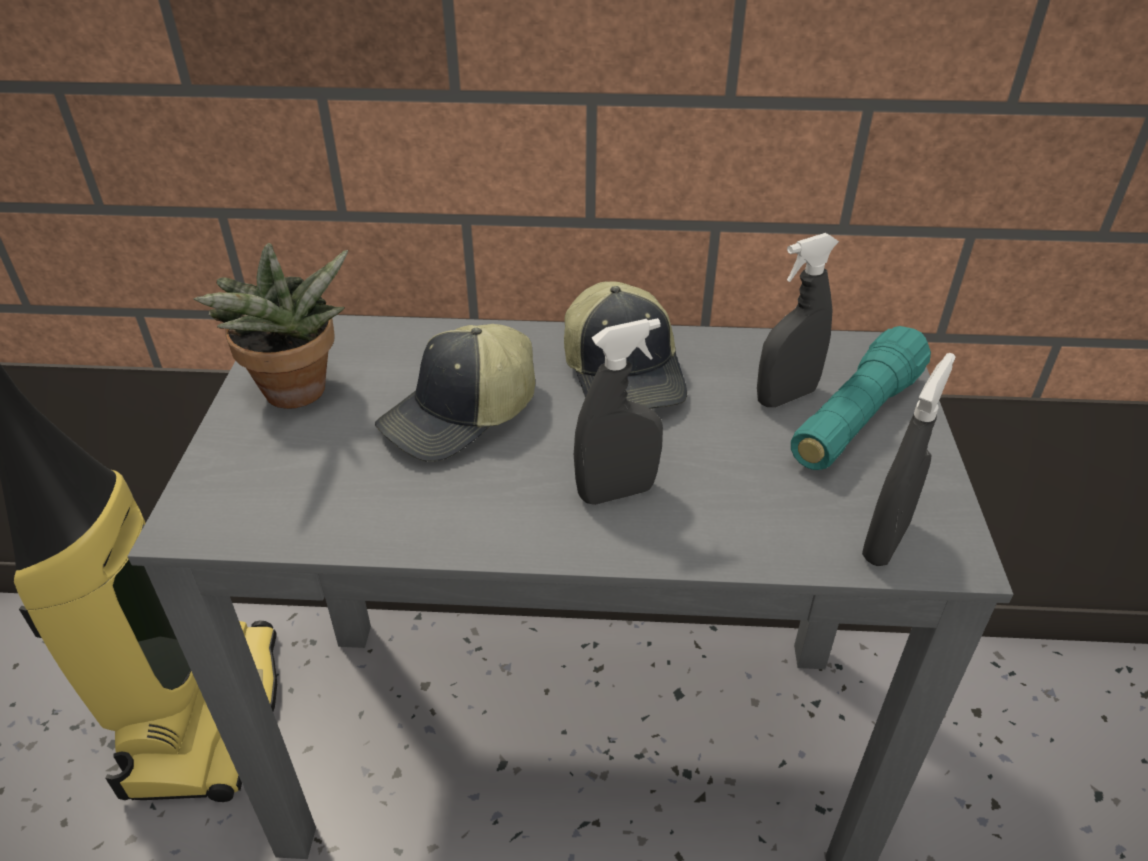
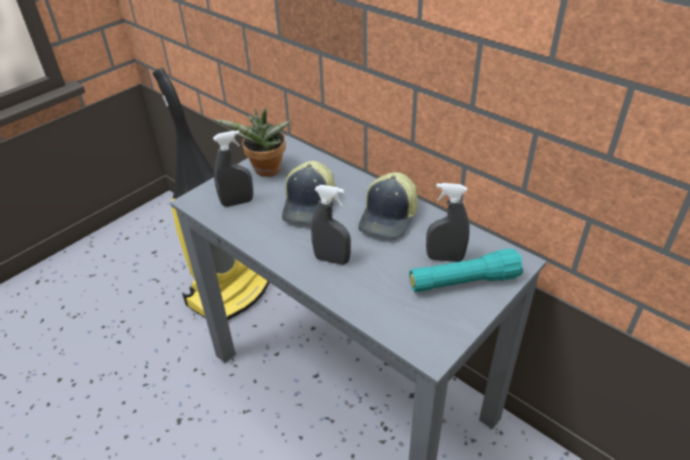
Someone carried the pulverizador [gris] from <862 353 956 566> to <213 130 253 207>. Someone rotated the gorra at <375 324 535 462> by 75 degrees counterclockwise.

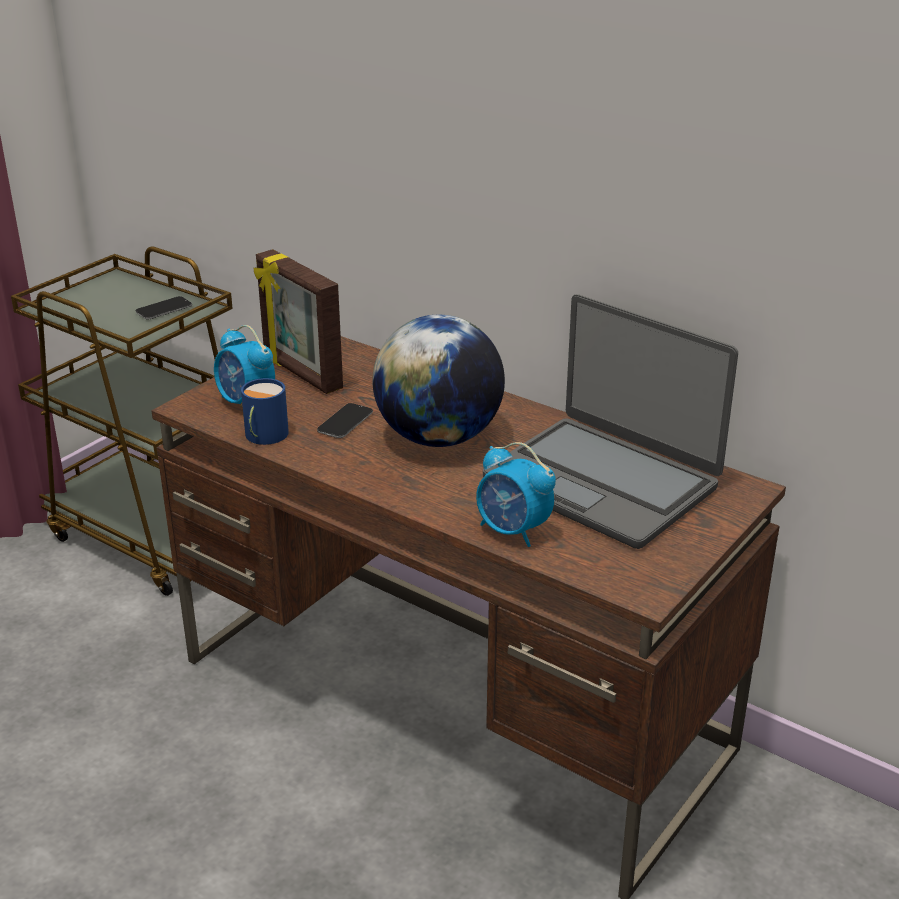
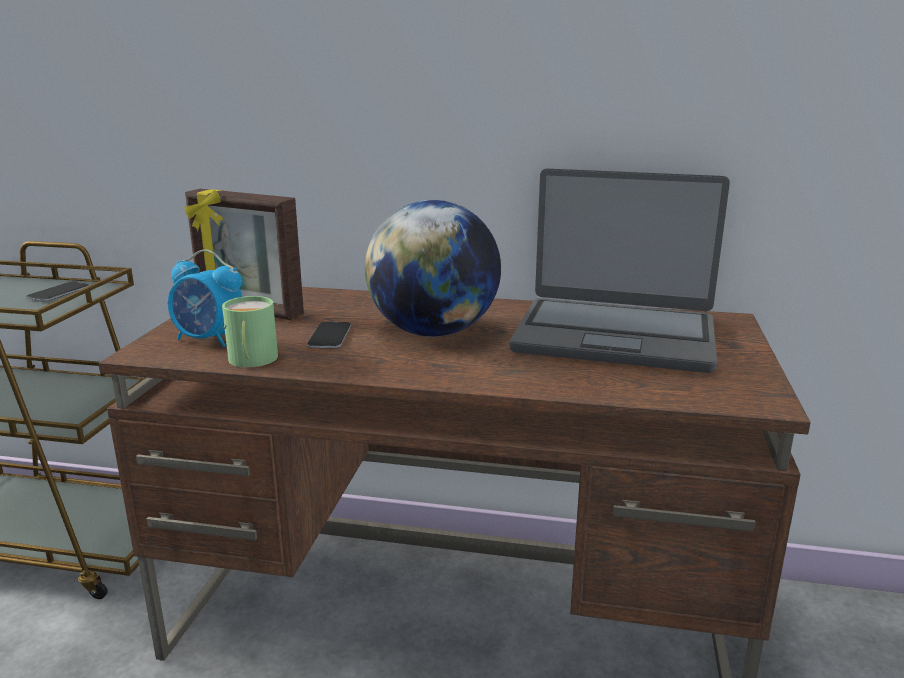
Someone repainted the taza grande [azul] at <240 378 289 445>, which became the taza grande [verde] at <222 296 278 368>. Someone took away the despertador at <476 442 556 547>.

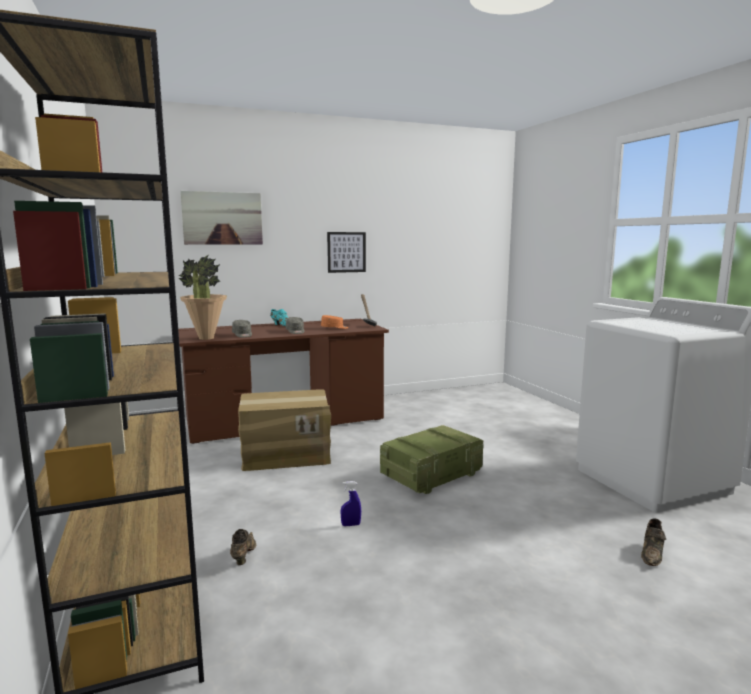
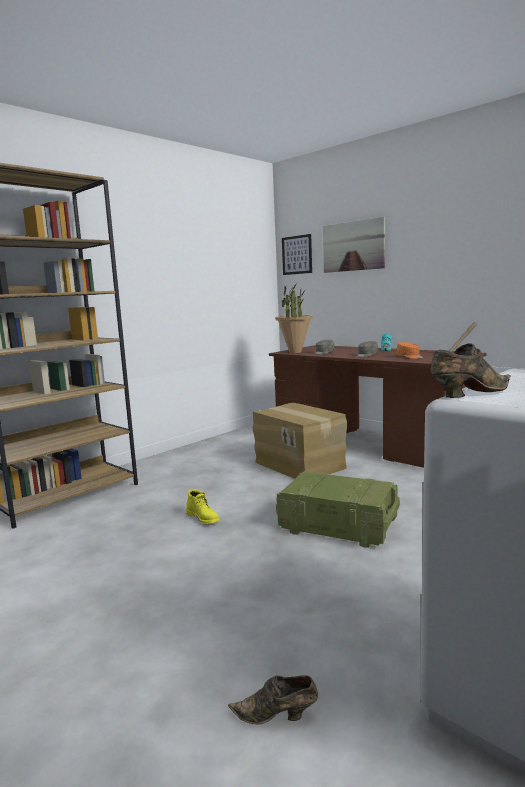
Someone swapped the pulverizador [azul] at <341 481 361 526> for the bota [amarillo] at <186 489 220 524>. Someone carried the cuadro from <327 232 366 273> to <282 234 312 275>. Someone carried the zapato [marrón] from <230 529 256 565> to <430 343 511 398>.

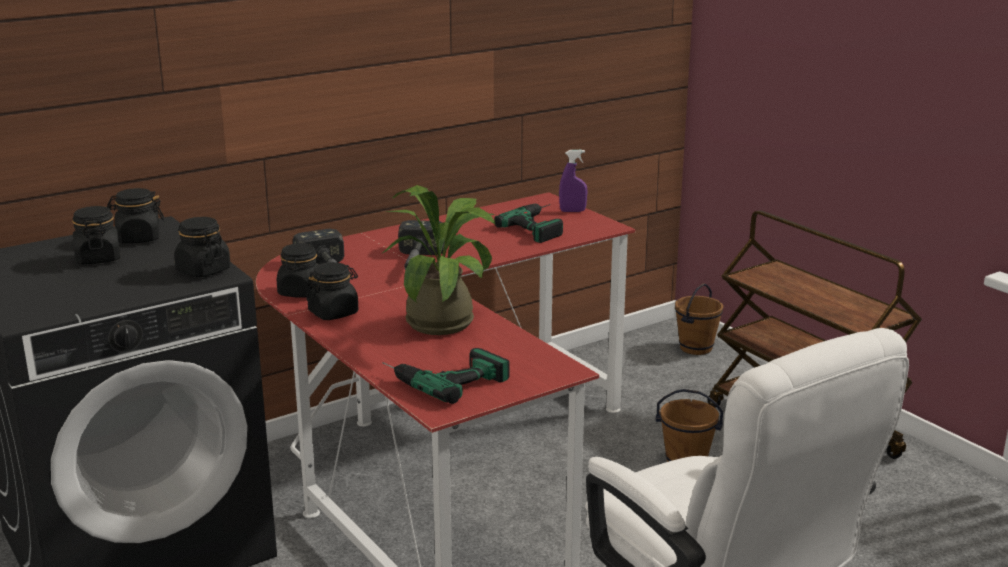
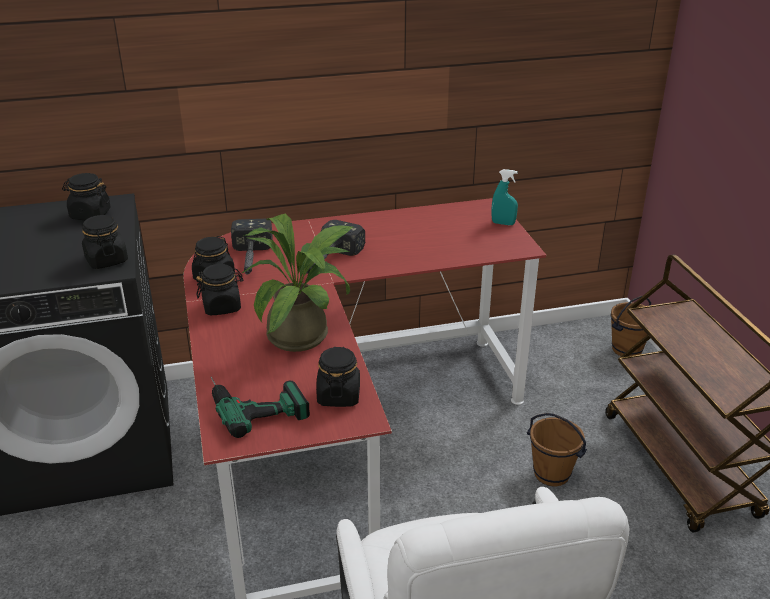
Someone carried the tarro [negro] from <72 206 120 264> to <316 347 360 407>. Someone repainted the pulverizador [morado] at <559 150 588 212>, which became the pulverizador [turquesa] at <491 169 518 225>. Someone took away the taladro at <494 203 563 243>.

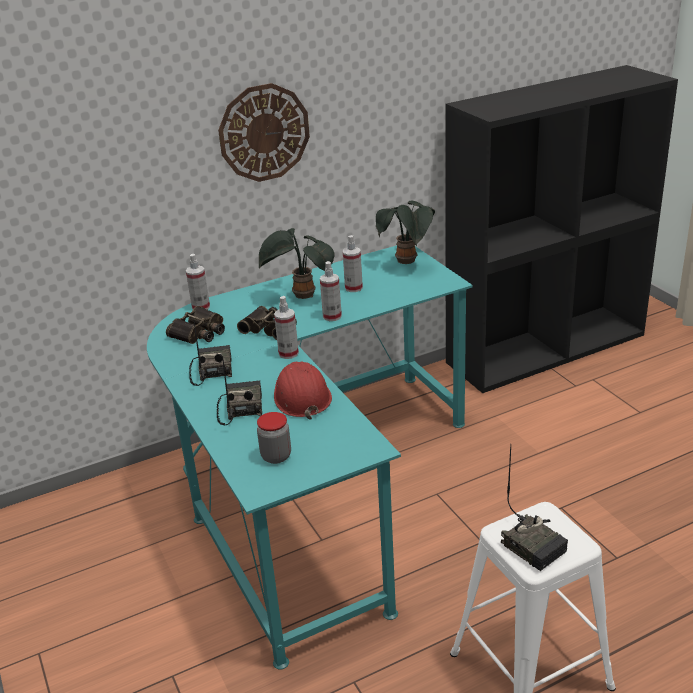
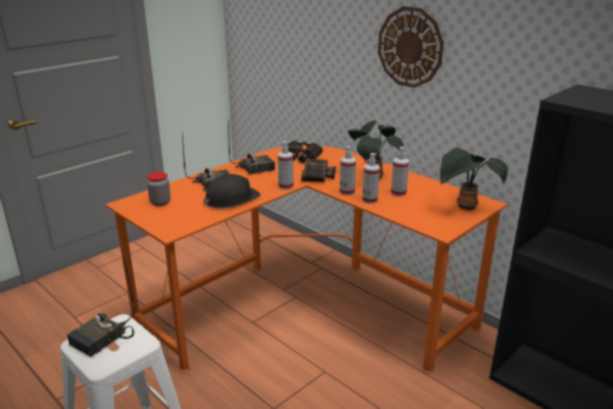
Someone repainted the escritorio [turquesa] at <147 245 473 670>, which became the escritorio [naranja] at <105 145 508 374>. Someone repainted the casco [rojo] at <274 362 332 419>, which became the casco [negro] at <203 174 261 209>. Someone carried the pulverizador from <186 254 210 310> to <362 153 380 204>.

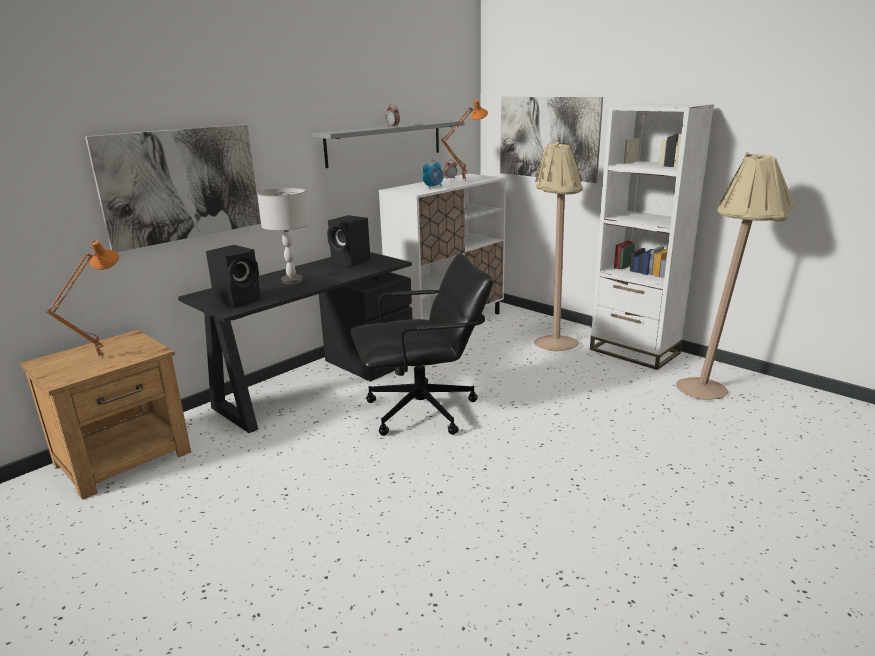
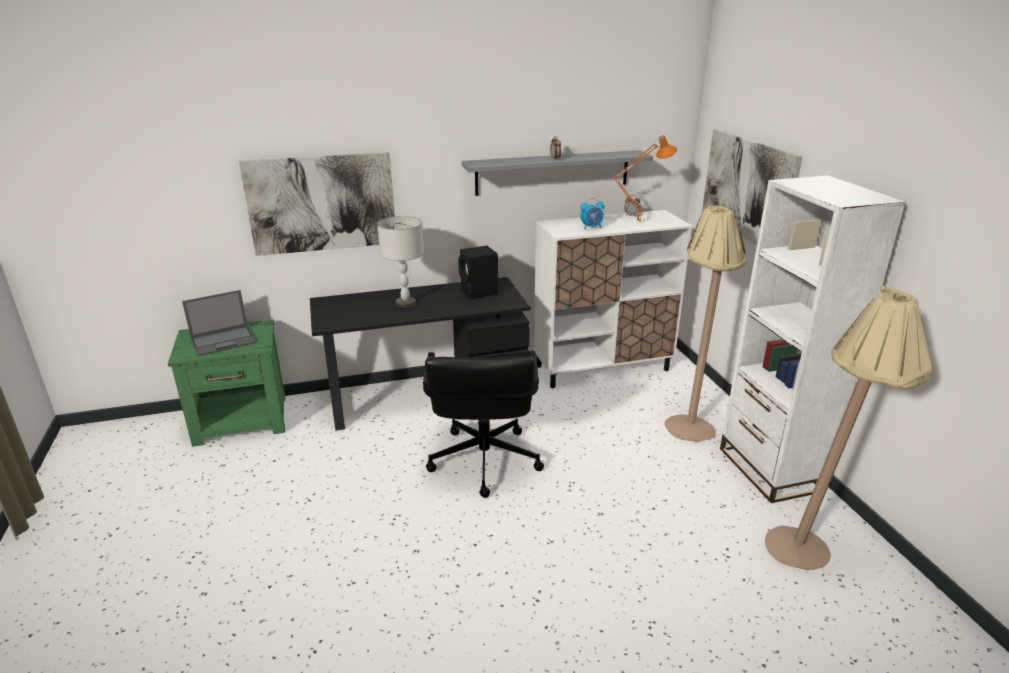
Someone repainted the mesita de noche [marrón] at <20 330 191 500>, which became the mesita de noche [verde] at <168 320 285 447>. Someone swapped the lámpara de mesa [naranja] at <46 240 119 359> for the portátil at <182 290 256 356>. Someone rotated the silla de oficina [negro] at <350 253 493 436> by 75 degrees clockwise. Someone took away the altavoz [negro] at <206 245 261 308>.

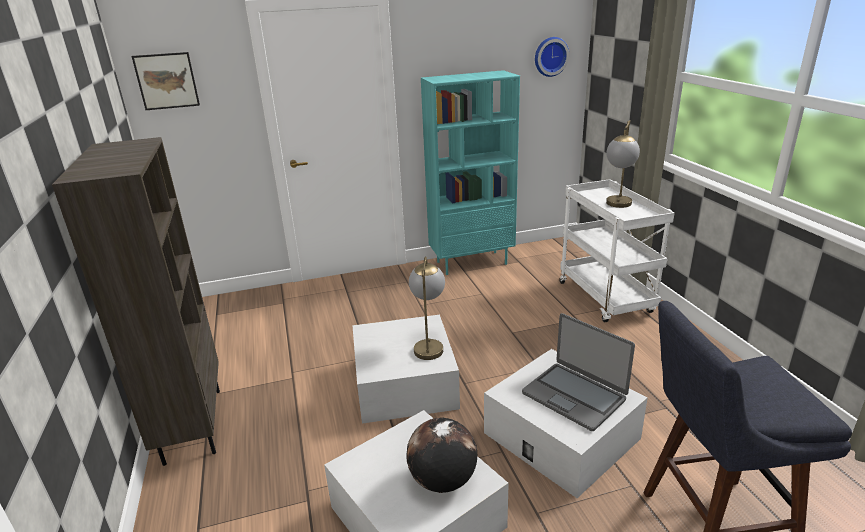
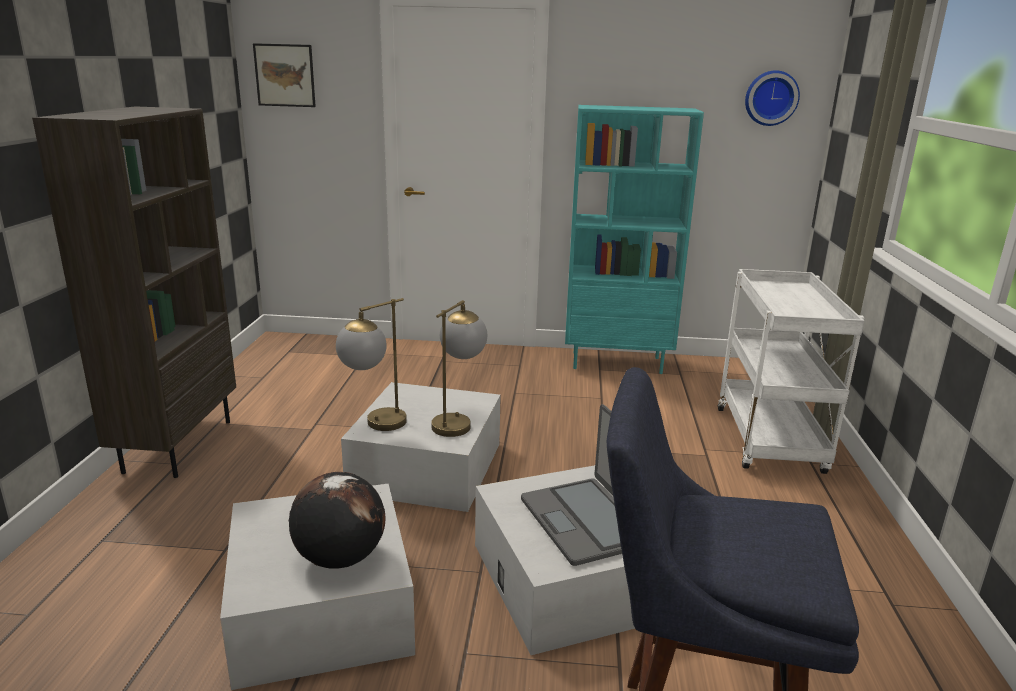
Someone carried the lámpara de mesa from <606 120 640 208> to <336 298 407 431>.

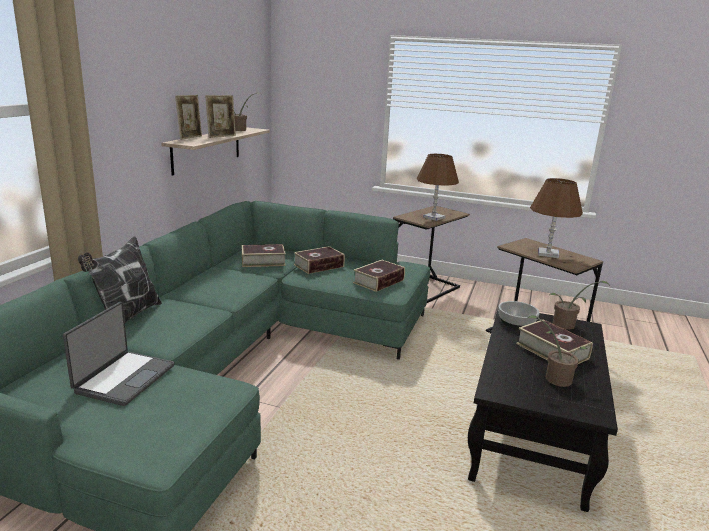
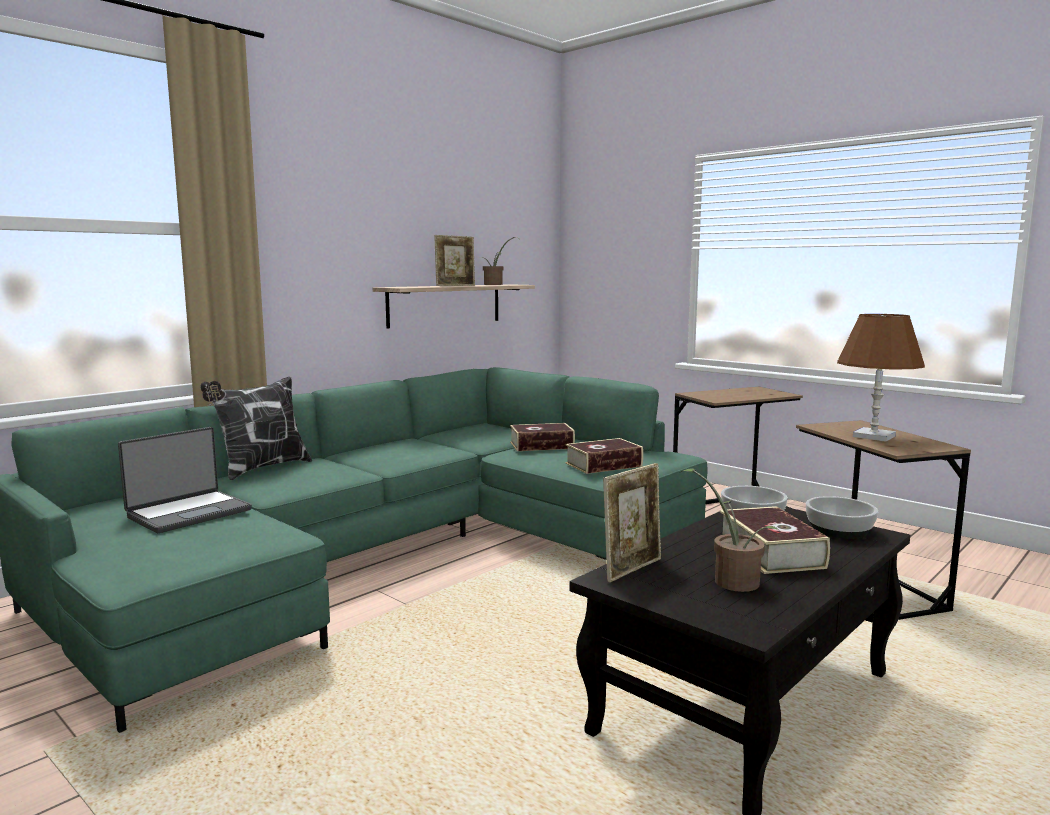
Someone carried the portarretratos from <175 95 202 140> to <603 463 661 582>. Someone swapped the planta en maceta at <550 281 609 330> for the cuenco at <806 496 878 539>. Someone took away the libro at <242 244 286 267>. Someone took away the lámpara de mesa [marrón] at <417 154 459 221>.

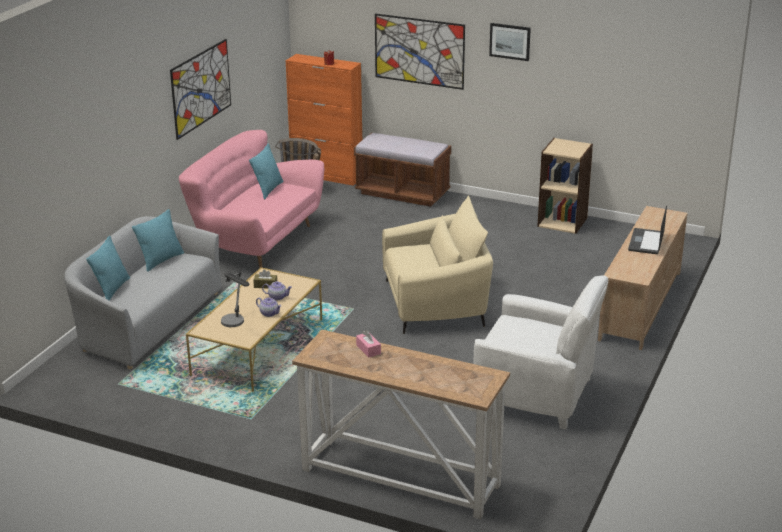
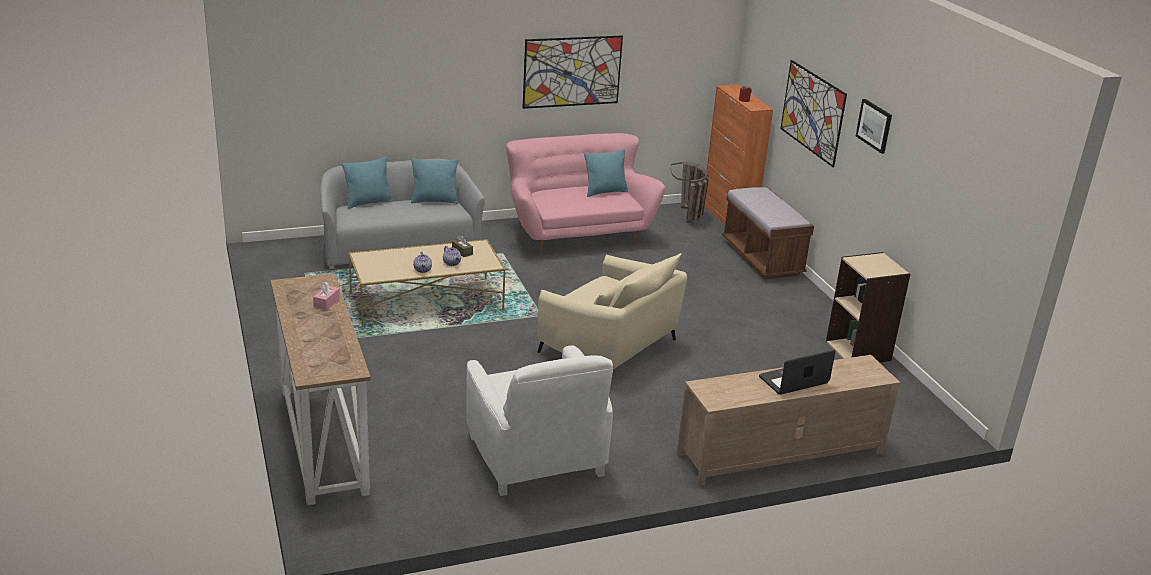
Someone took away the lámpara de mesa at <221 272 249 327>.

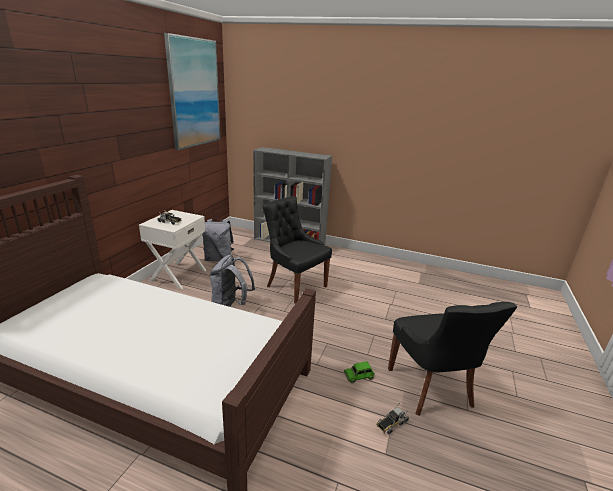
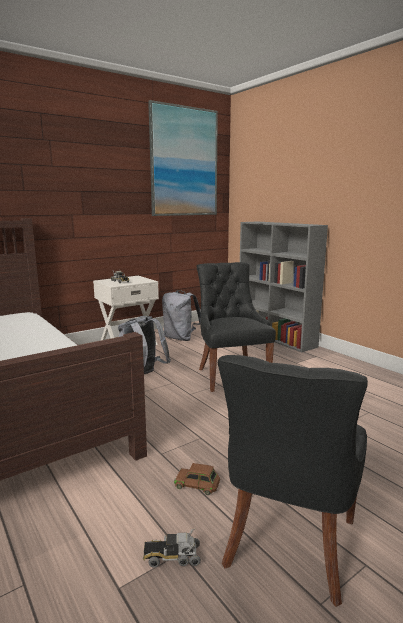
Someone repainted the coche de juguete [verde] at <344 361 375 384>, which became the coche de juguete [marrón] at <174 463 220 495>.

